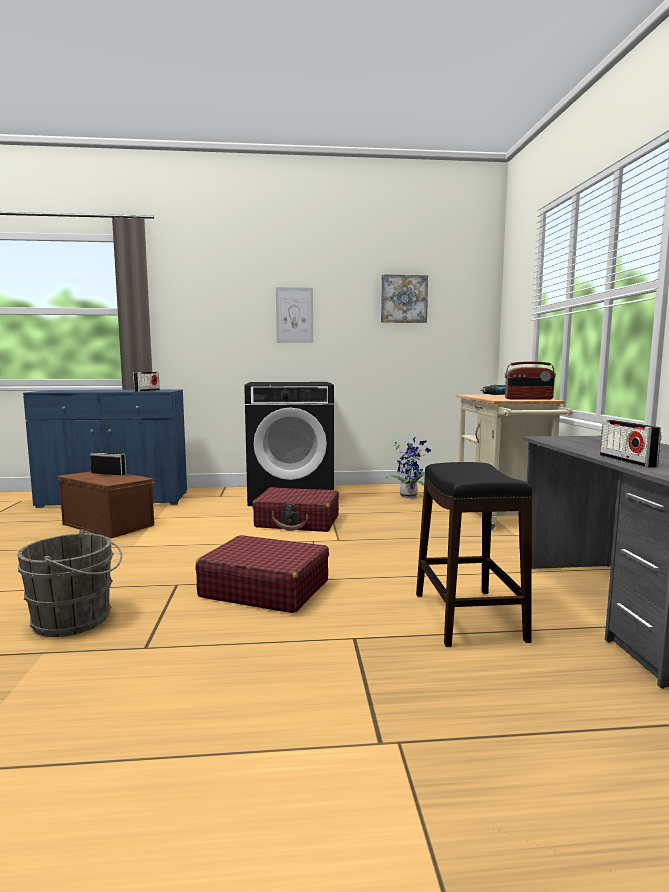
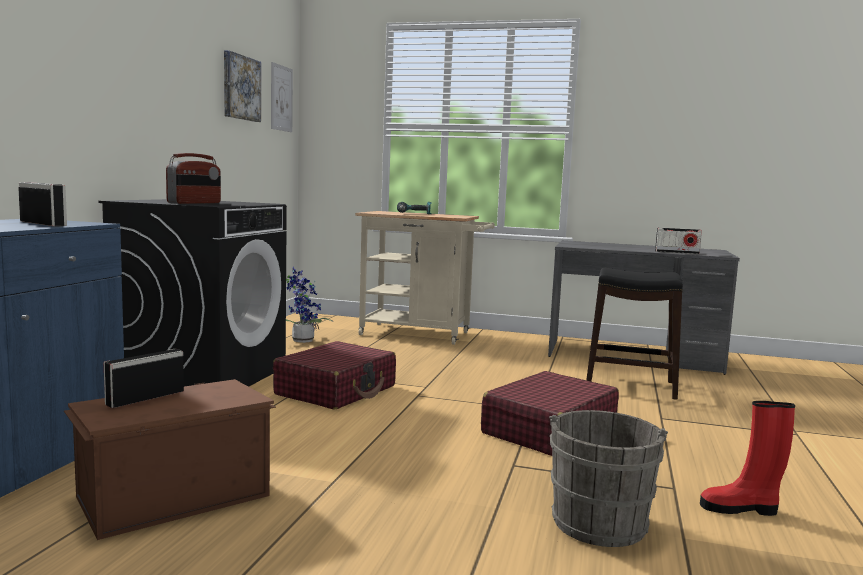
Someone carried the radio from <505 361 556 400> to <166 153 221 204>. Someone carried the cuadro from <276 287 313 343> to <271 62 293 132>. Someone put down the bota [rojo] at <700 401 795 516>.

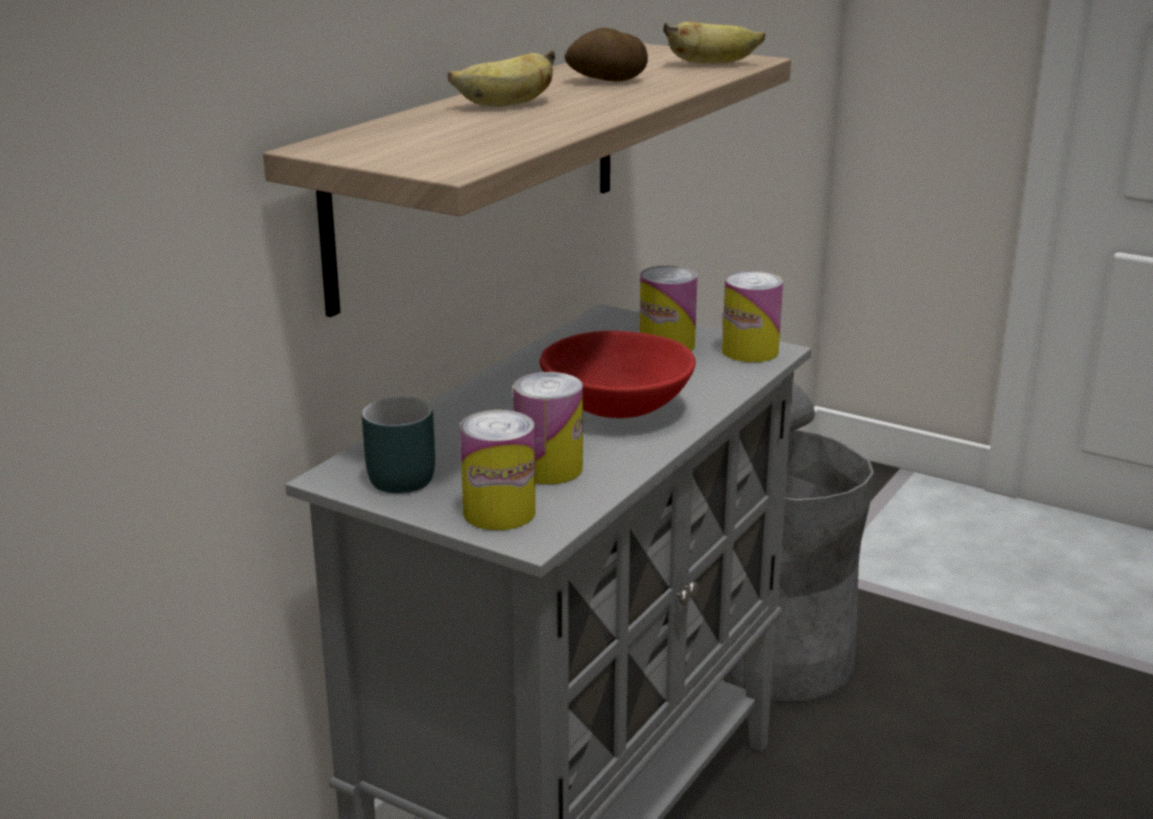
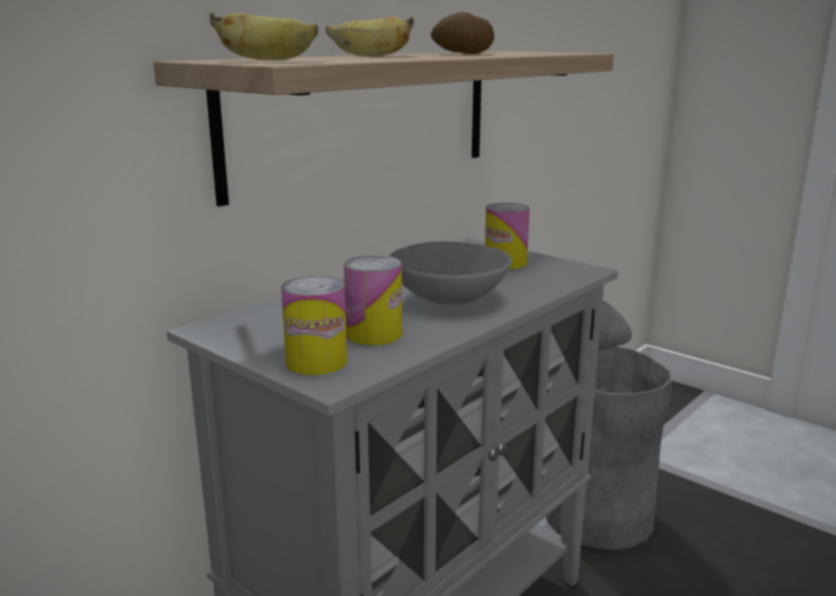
Someone carried the plátano from <663 22 765 63> to <210 12 318 60>. Someone repainted the cuenco [rojo] at <539 331 696 418>, which became the cuenco [gris] at <389 241 512 305>. Someone took away the taza grande [turquesa] at <362 397 435 493>. Someone took away the lata at <722 271 783 362>.

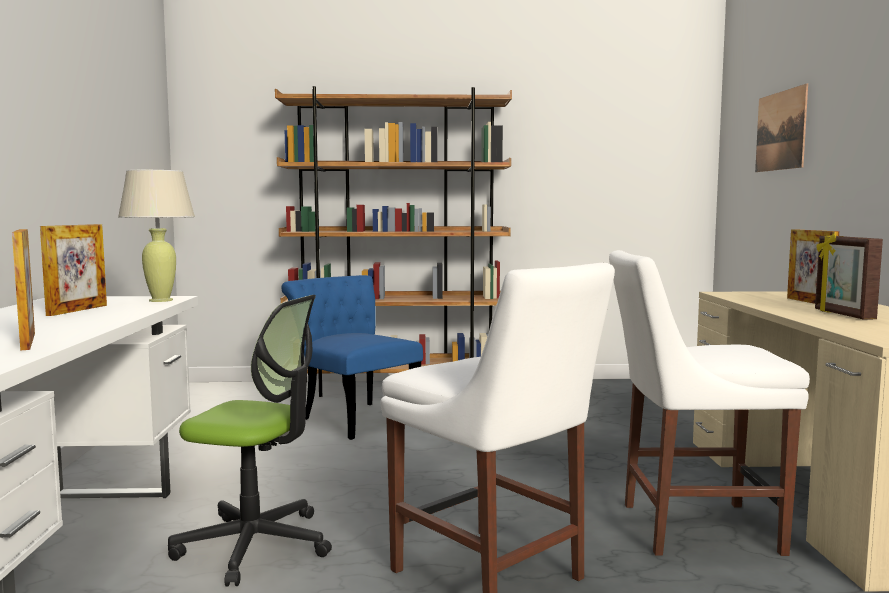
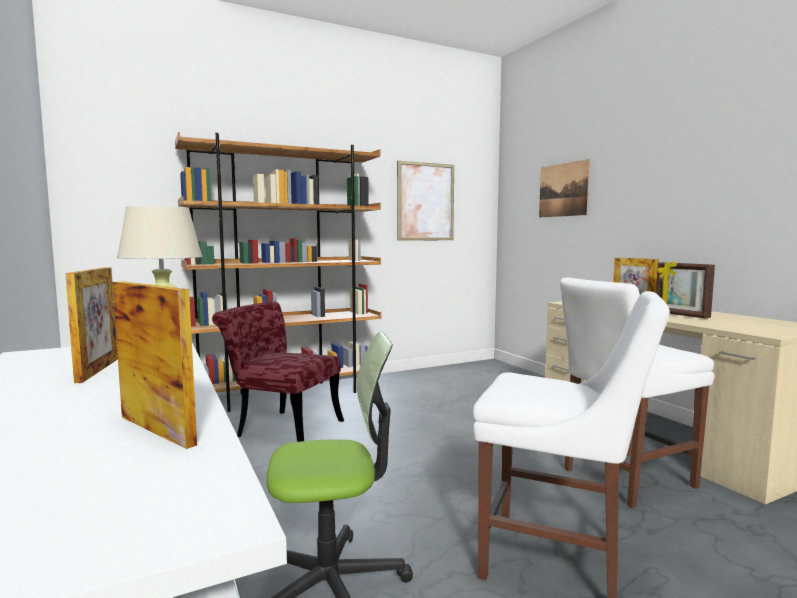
Someone repainted the silla [azul] at <281 275 423 440>, which became the silla [rojo] at <212 301 344 442>. Someone put up the cuadro at <397 161 454 241>.

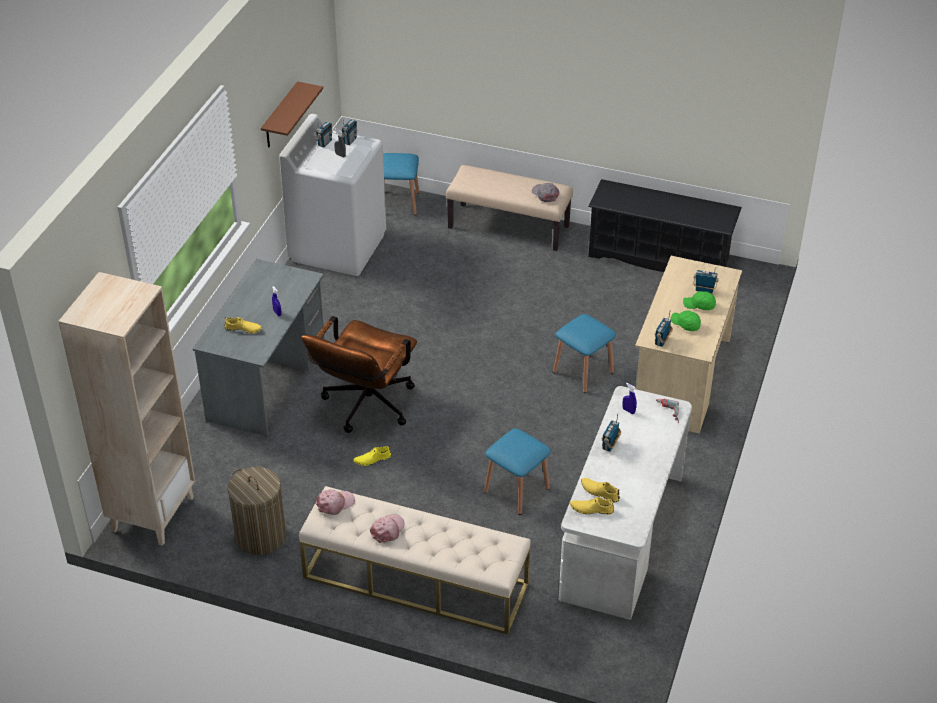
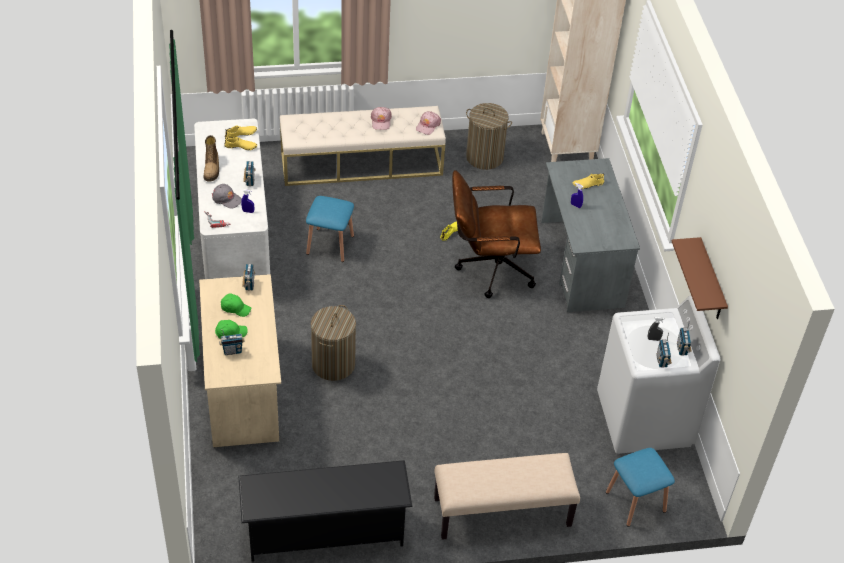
Someone put down the bota at <204 135 219 182>. Someone carried the gorra [gris] from <532 183 560 202> to <212 184 242 209>. Someone swapped the taburete [azul] at <553 314 616 393> for the cesto de la ropa at <311 305 356 381>. Someone rotated the silla de oficina [marrón] at <301 316 417 433> by 90 degrees counterclockwise.

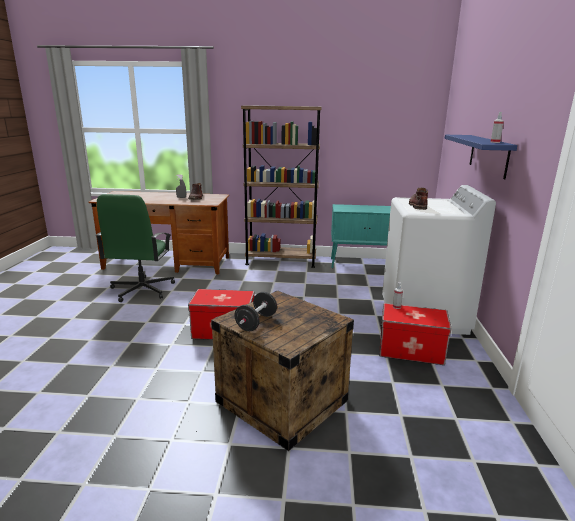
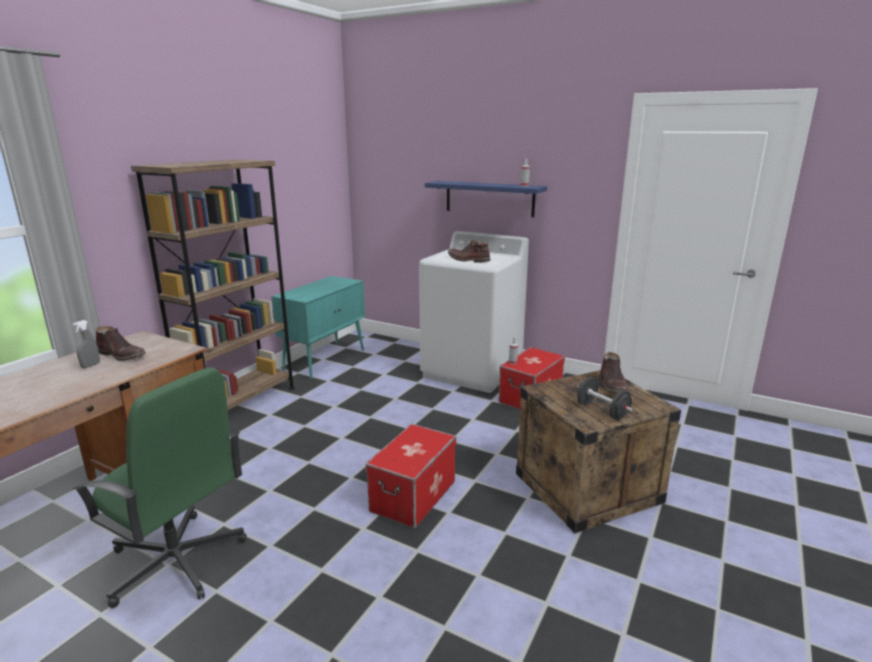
Someone put down the bota [marrón] at <600 352 629 394>.

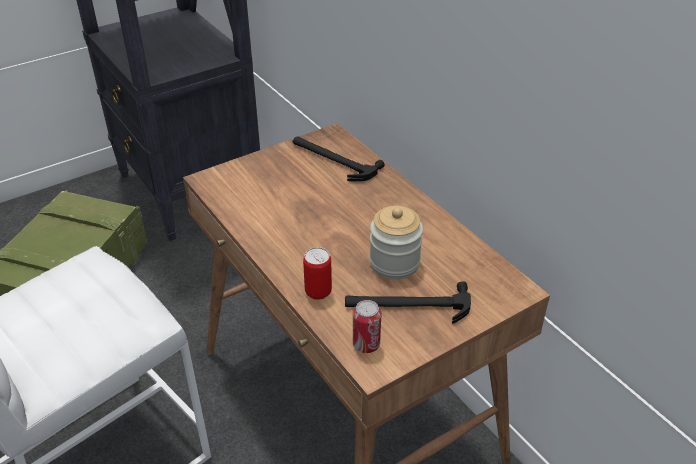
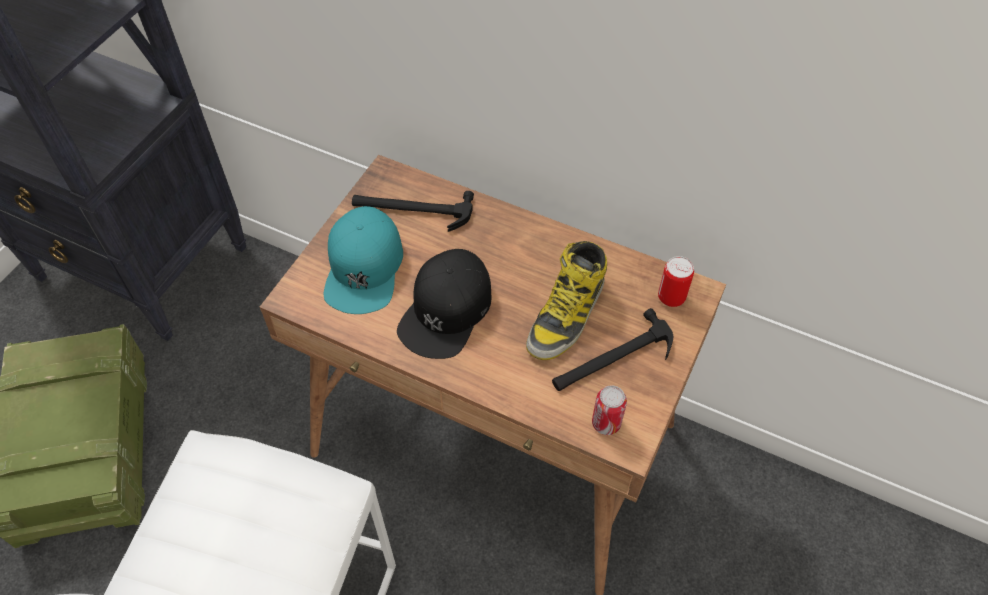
Someone put down the gorra [turquesa] at <324 206 403 314>. Someone put down the gorra [negro] at <397 249 492 359>. Someone swapped the tarro at <369 206 423 279> for the bota at <526 241 607 360>. Someone carried the lata from <303 247 332 300> to <658 256 694 307>.

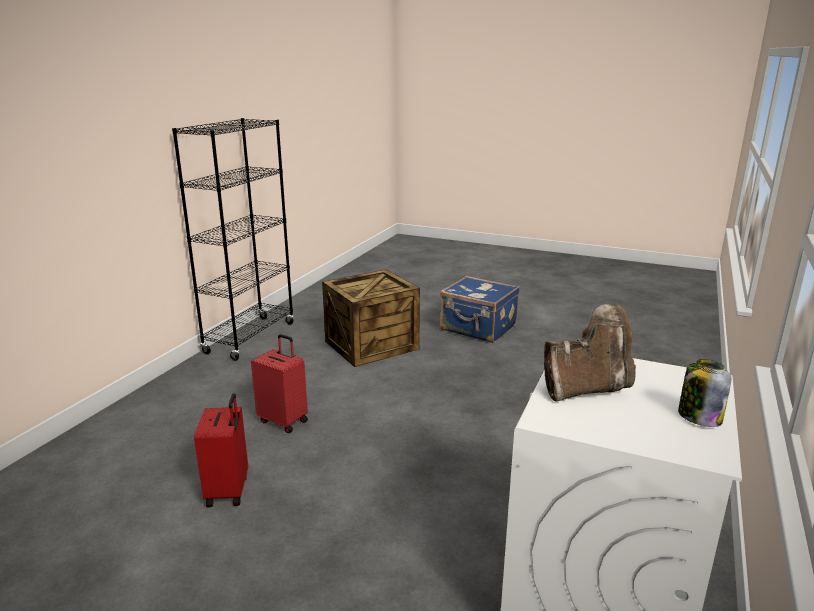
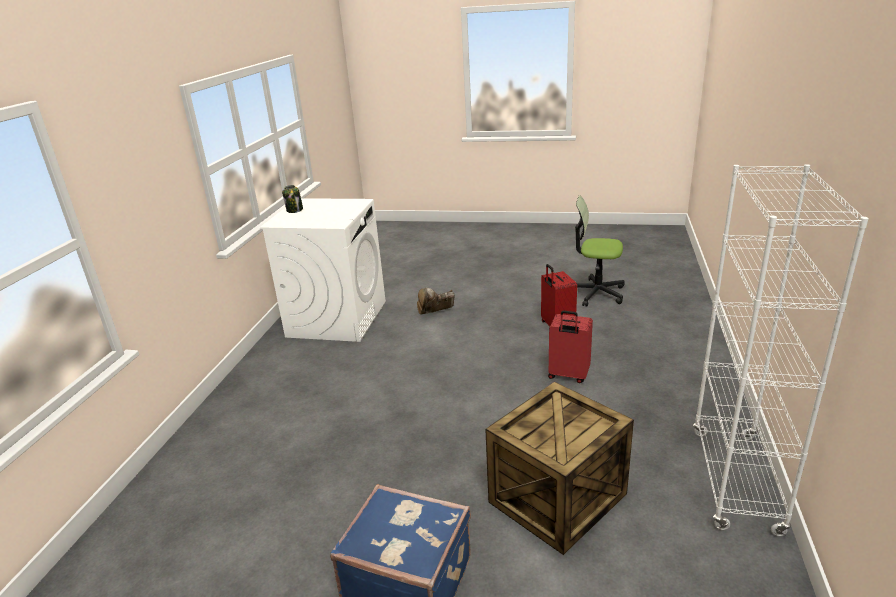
Someone carried the bota [marrón] from <544 303 636 401> to <417 288 454 315>. Someone put down the silla de oficina at <575 195 625 307>. Someone repainted the estantería [negro] at <172 118 294 361>, which became the estantería [blanco] at <693 164 869 536>.

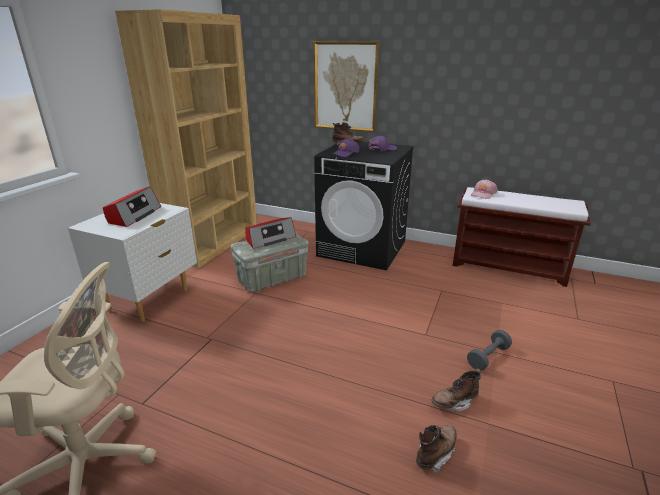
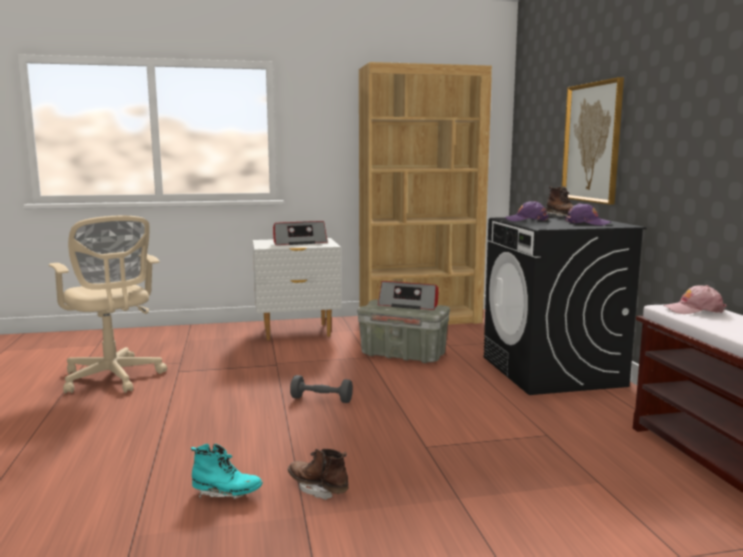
Someone repainted the bota [marrón] at <416 425 457 473>, which became the bota [turquesa] at <191 444 263 499>. Someone carried the mancuerna [gris] from <467 330 512 371> to <290 375 353 403>.

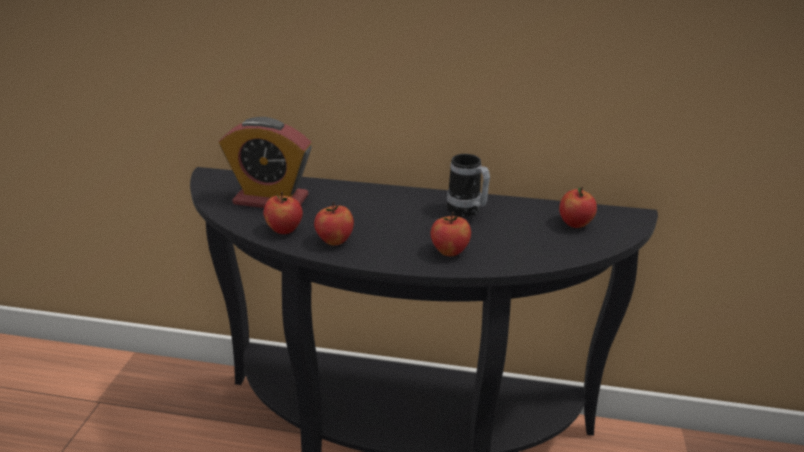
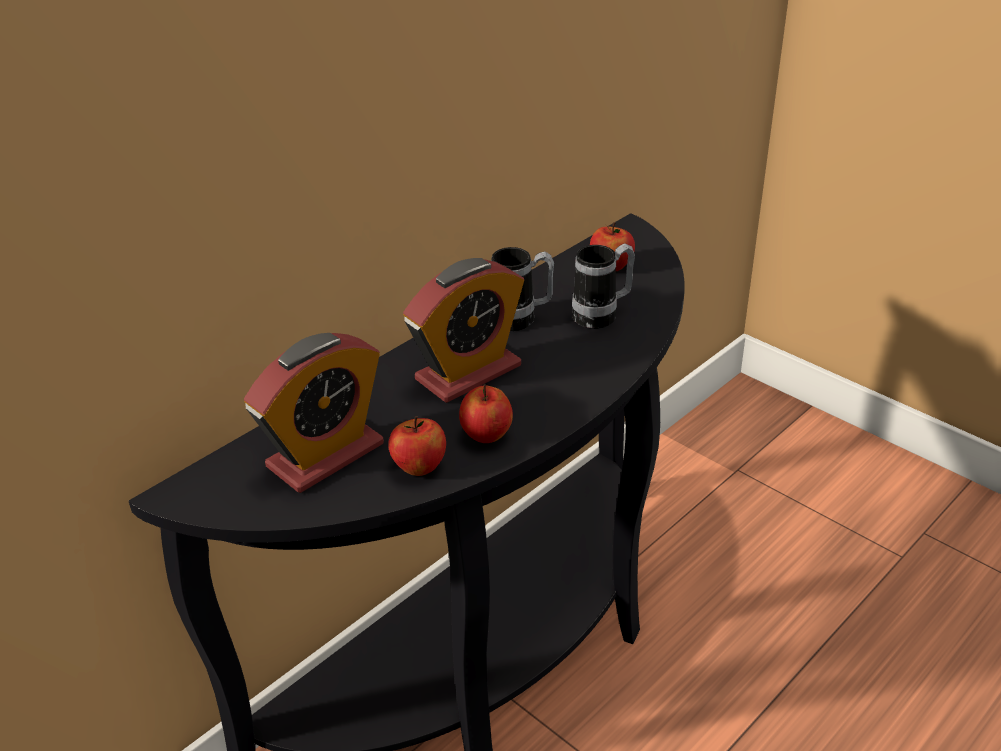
Someone put down the despertador at <403 258 524 403>. Someone put down the taza grande at <572 243 635 329>. Someone took away the manzana at <430 212 471 256>.

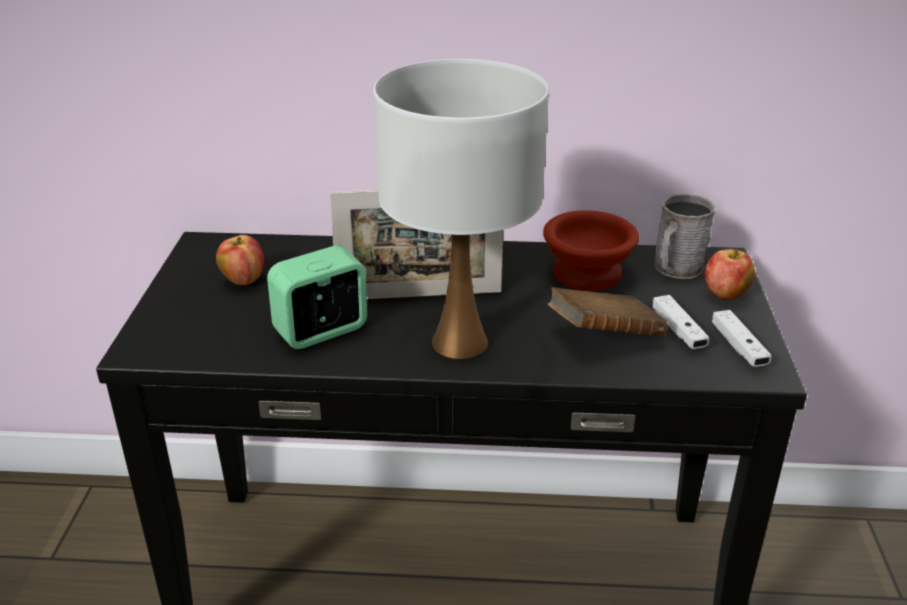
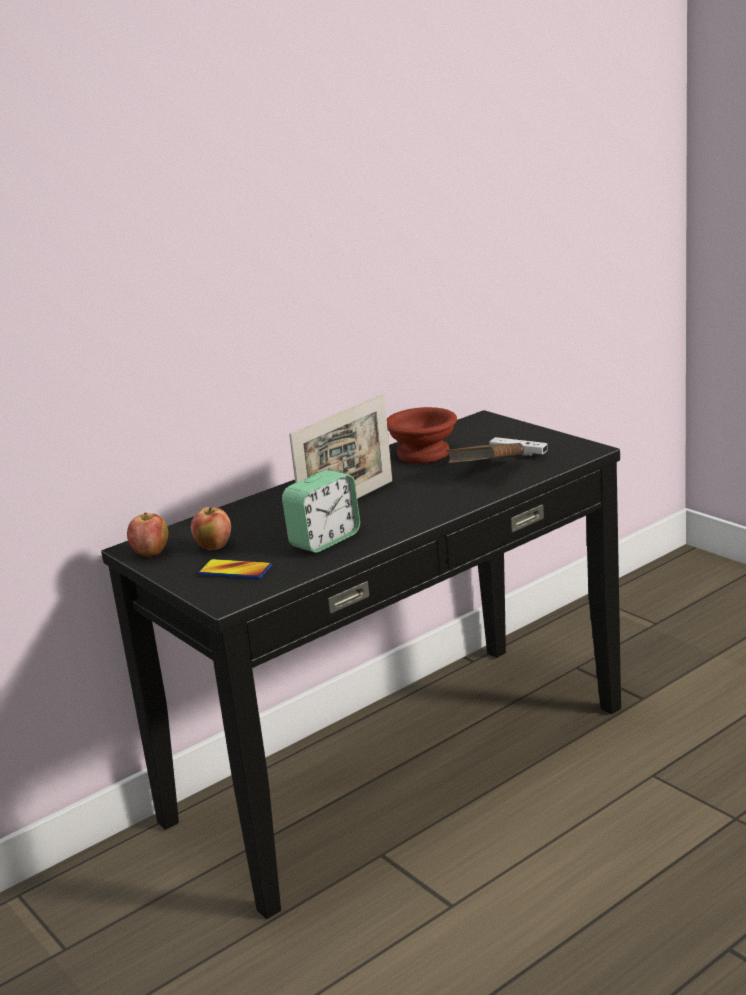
Someone carried the manzana from <705 249 755 300> to <127 513 168 557>. Someone put down the móvil at <198 559 272 578>. Someone rotated the despertador at <267 245 367 349> by 150 degrees counterclockwise. Someone took away the lámpara de mesa [blanco] at <374 59 549 359>. Someone took away the taza grande [gris] at <654 194 715 279>. Someone took away the mando de consola [blanco] at <712 310 772 367>.

